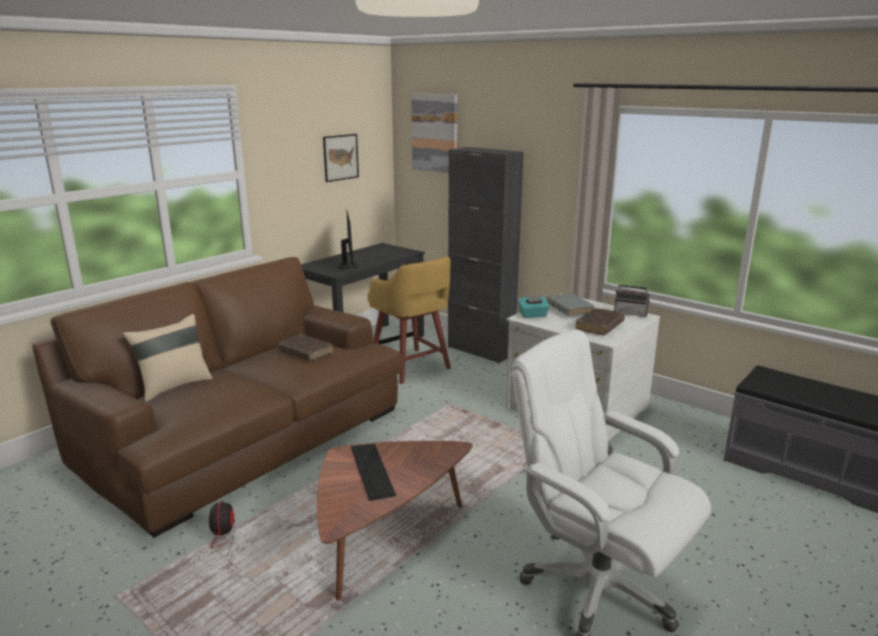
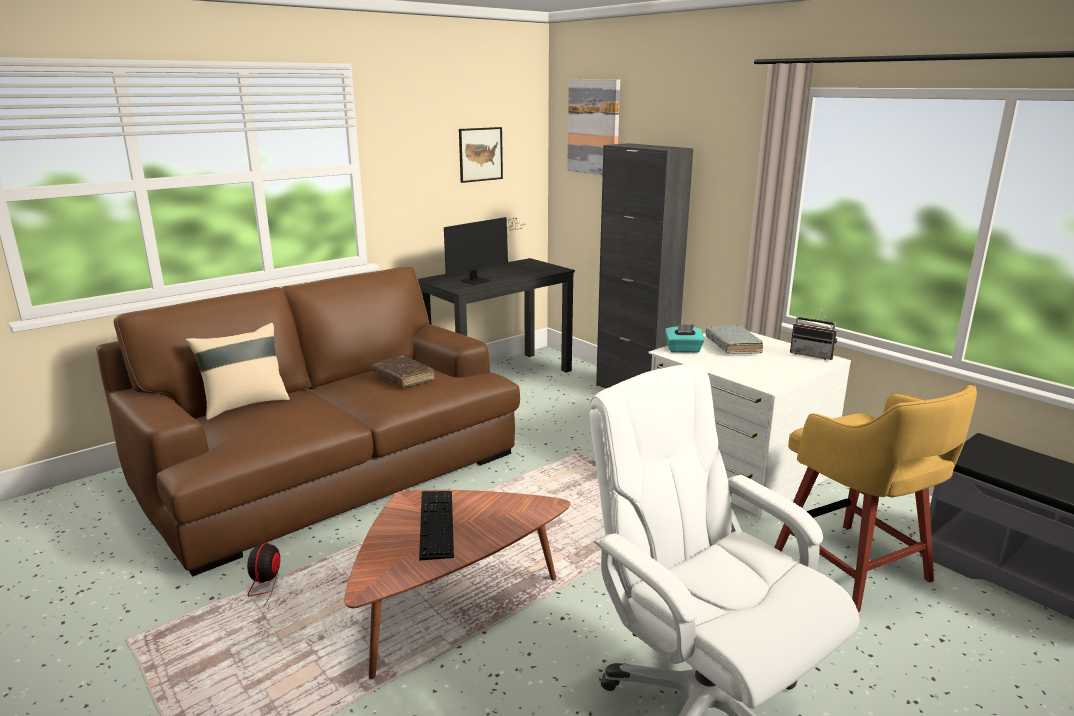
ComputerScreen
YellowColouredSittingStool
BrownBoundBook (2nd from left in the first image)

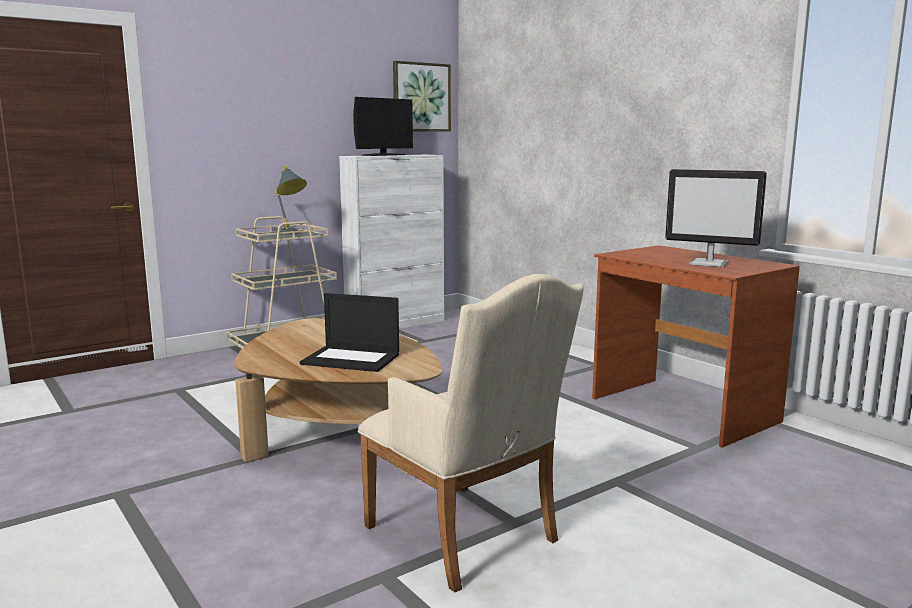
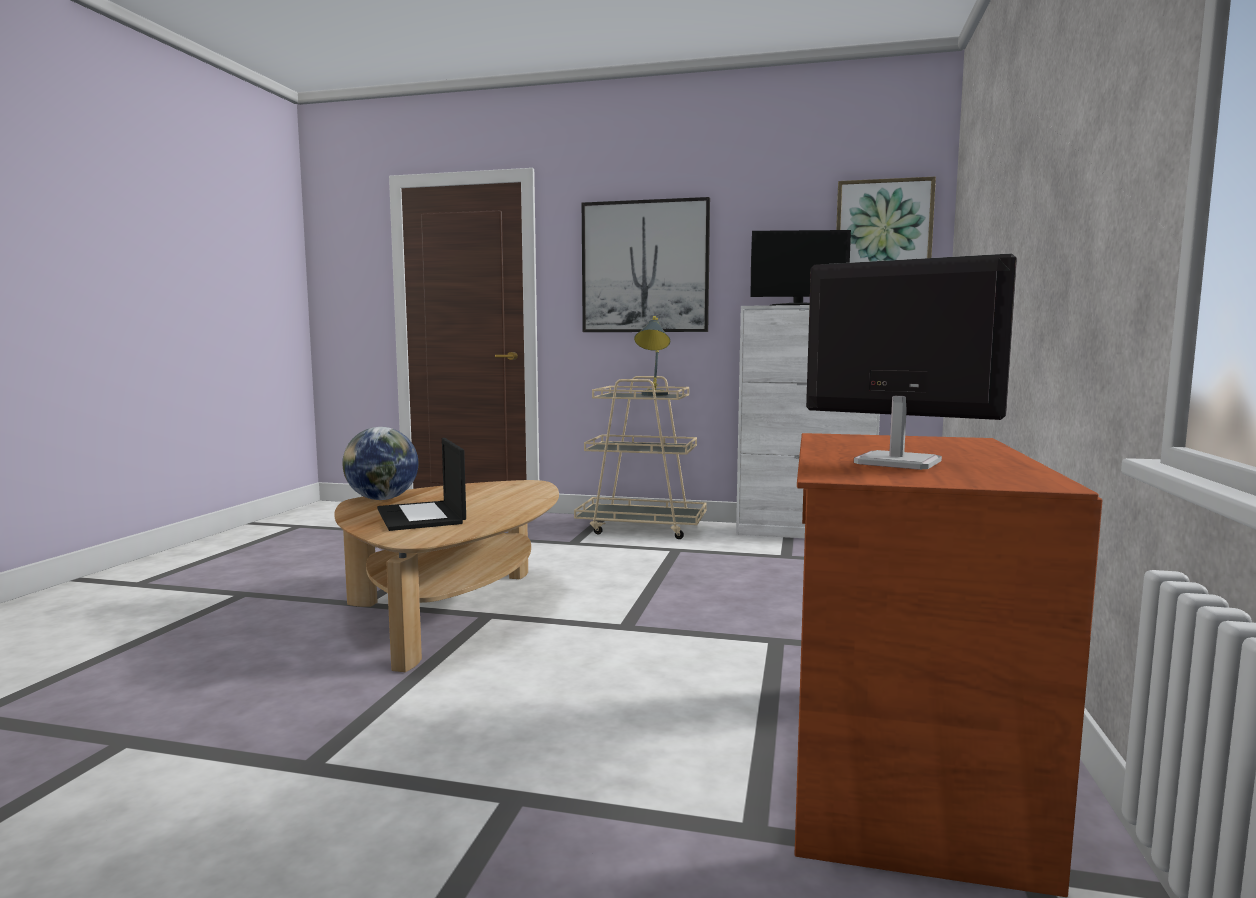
ComputerScreen (2nd from left)
SandColouredArmchair
WallPicture (1st from left)
Globe

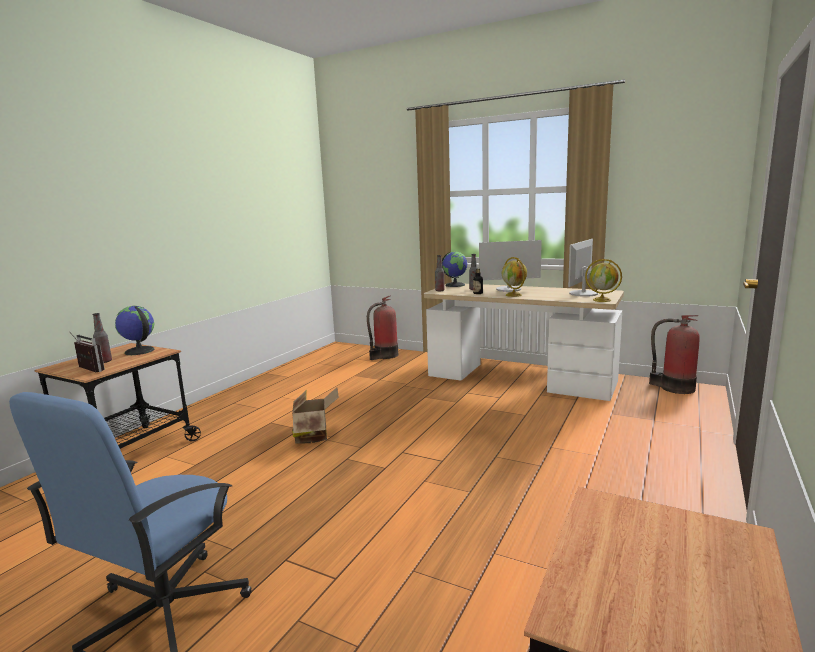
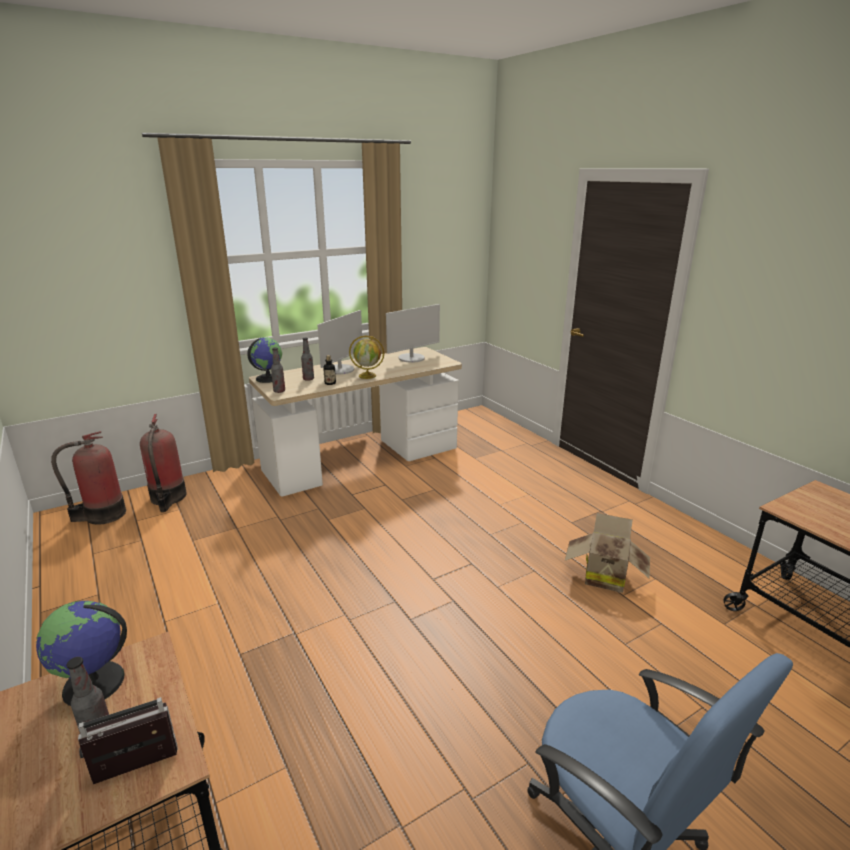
ComputerScreen (2nd from left)
Globe (4th from left in the first image)
FireExtinguisher (1st from left)
CardboardBox

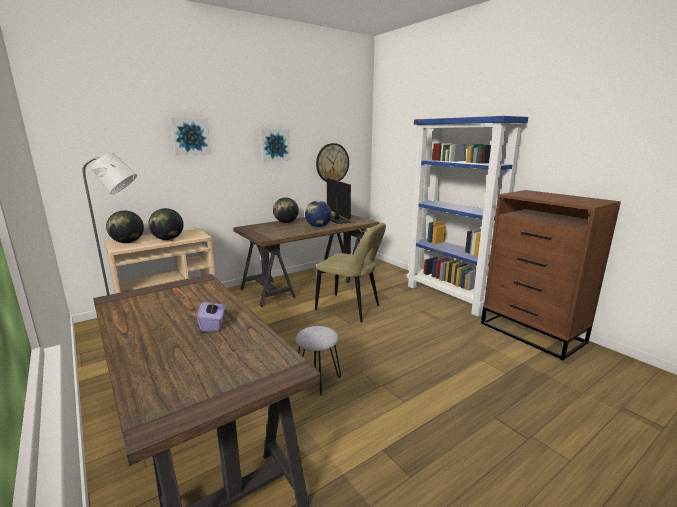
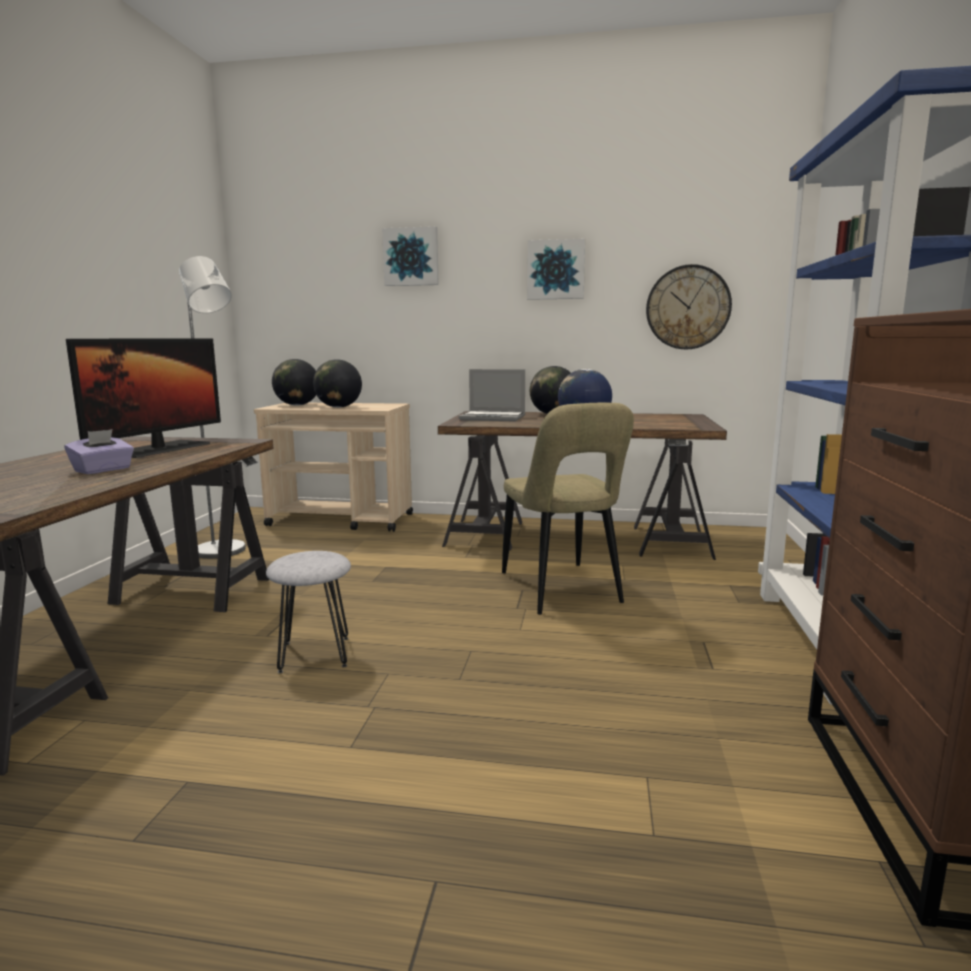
ComputerScreen
PortableComputer

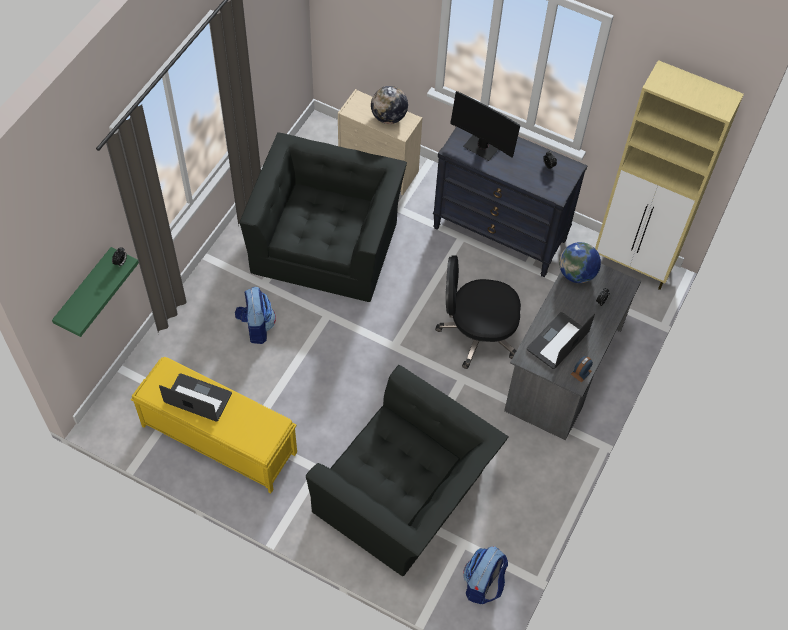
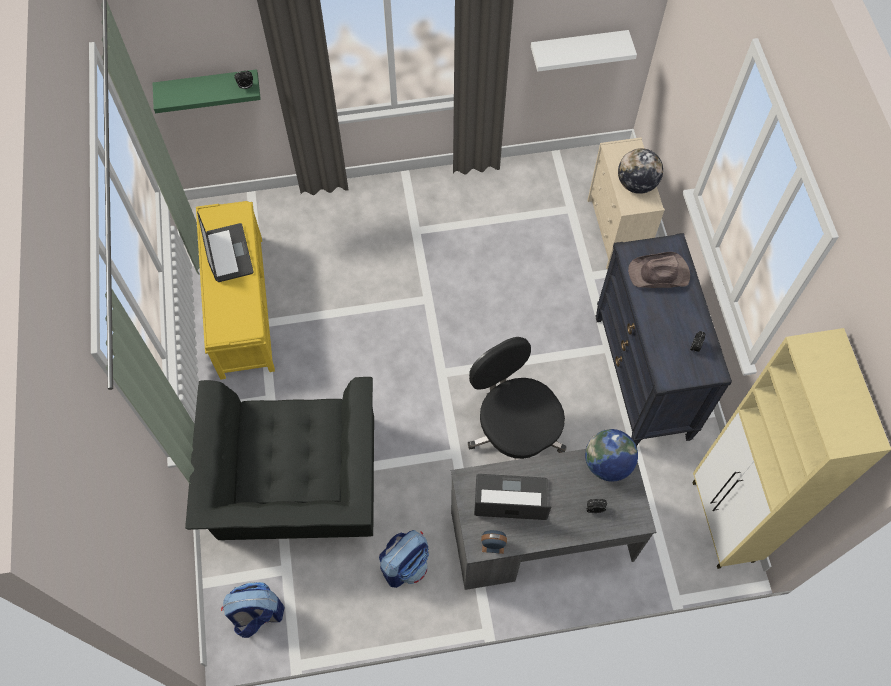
BrownWearableHat
BlackishArmchair (1st from left in the first image)
Backpack (2nd from left)
WhitishWallShelf

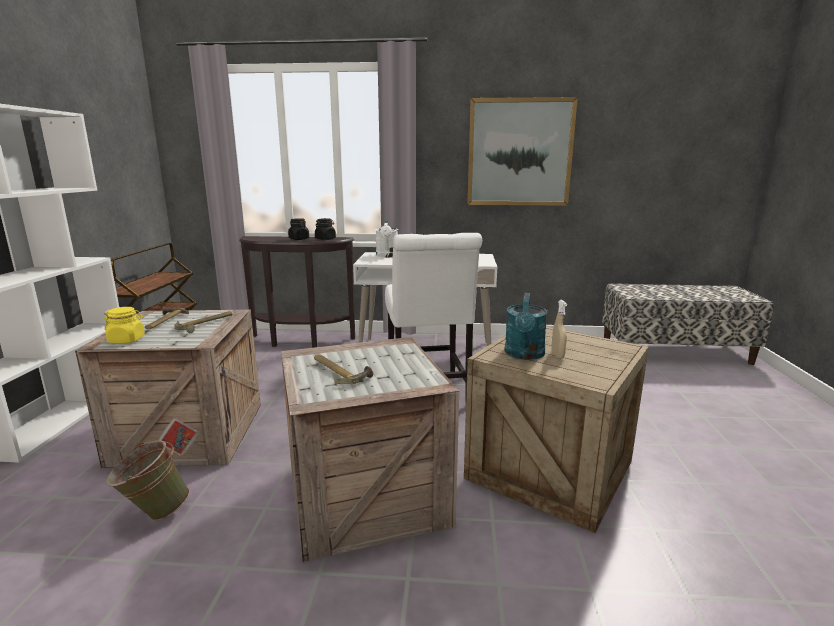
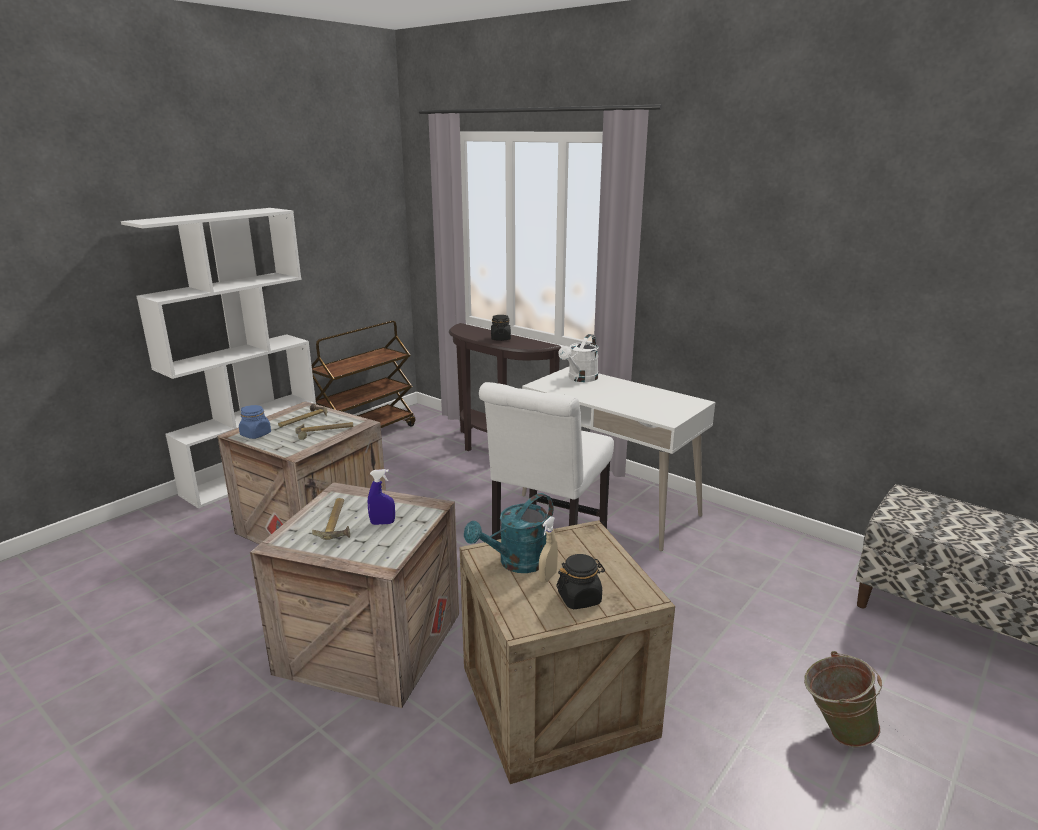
WallPicture
BlackishStorageJar (2nd from left)
BluishStorageJar
GreenColouredPail
BluishHandSprayer

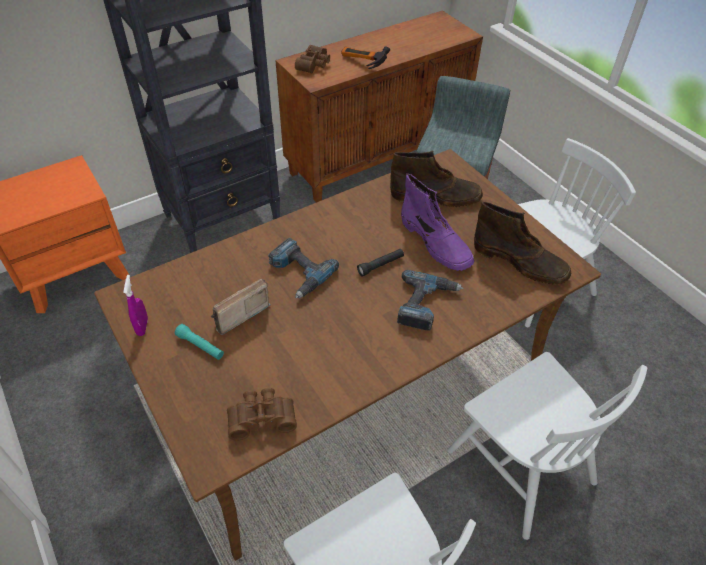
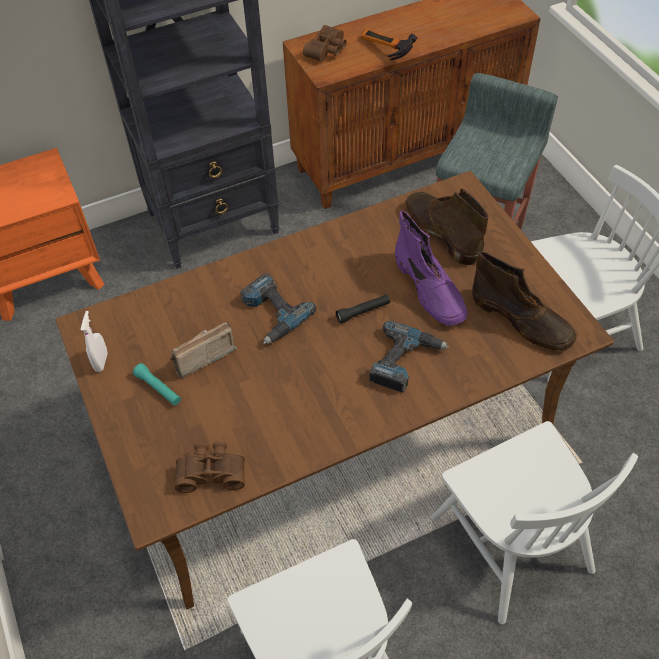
BrownBoot (1st from left)
WhitishHandSprayer

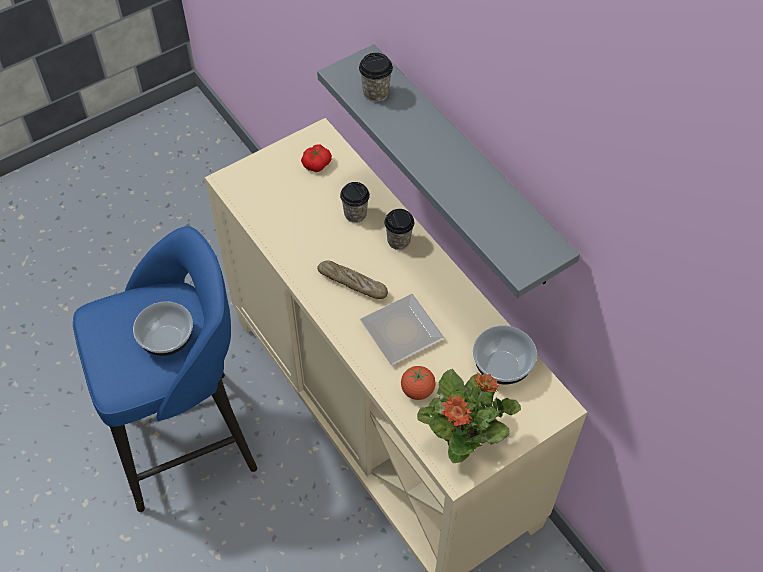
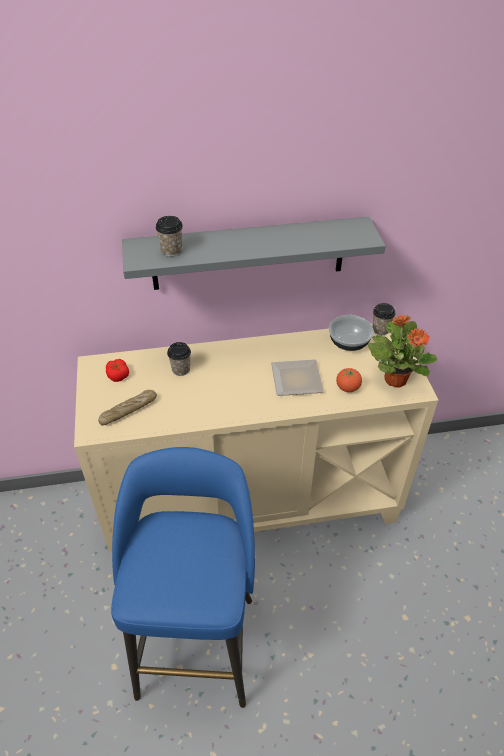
SmallCup (3rd from left)
BakeryBread
ServingBowl (1st from left in the first image)

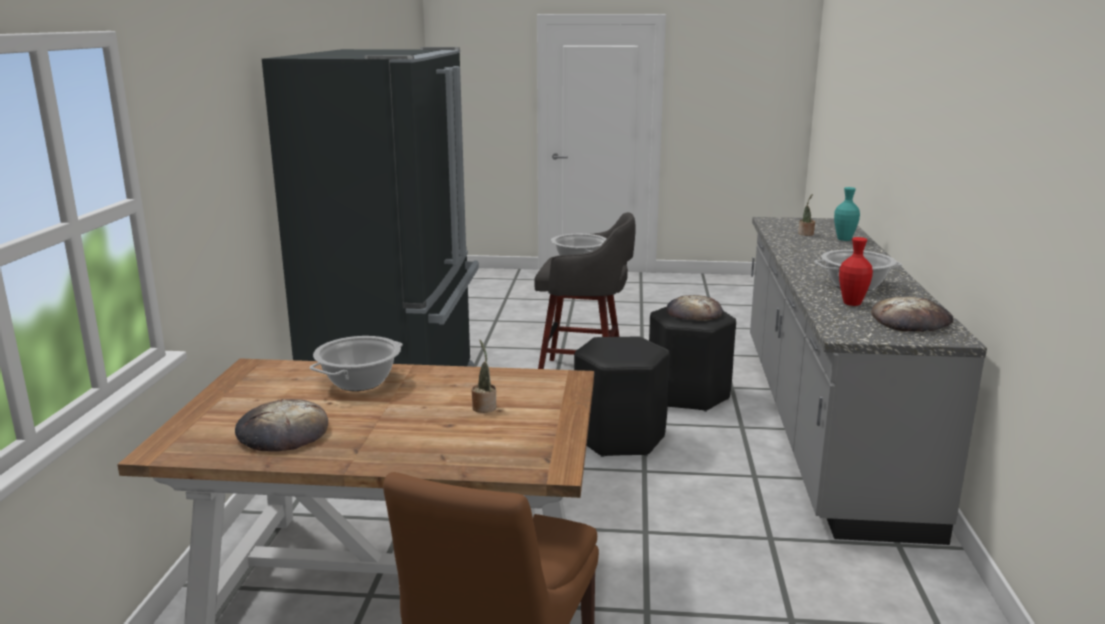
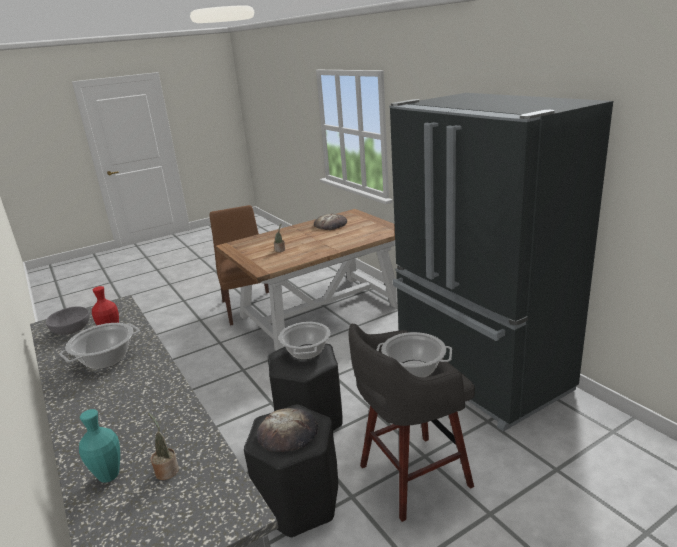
GreyishServingBowl
CookingPot (2nd from left)

